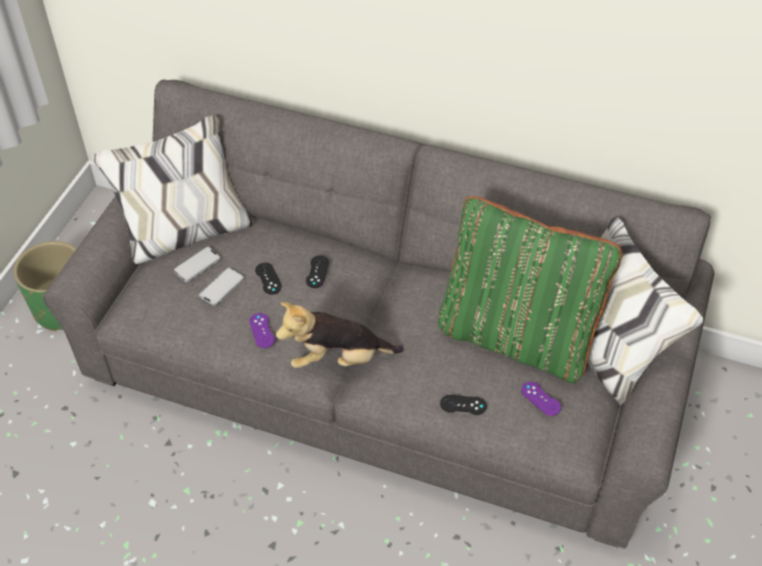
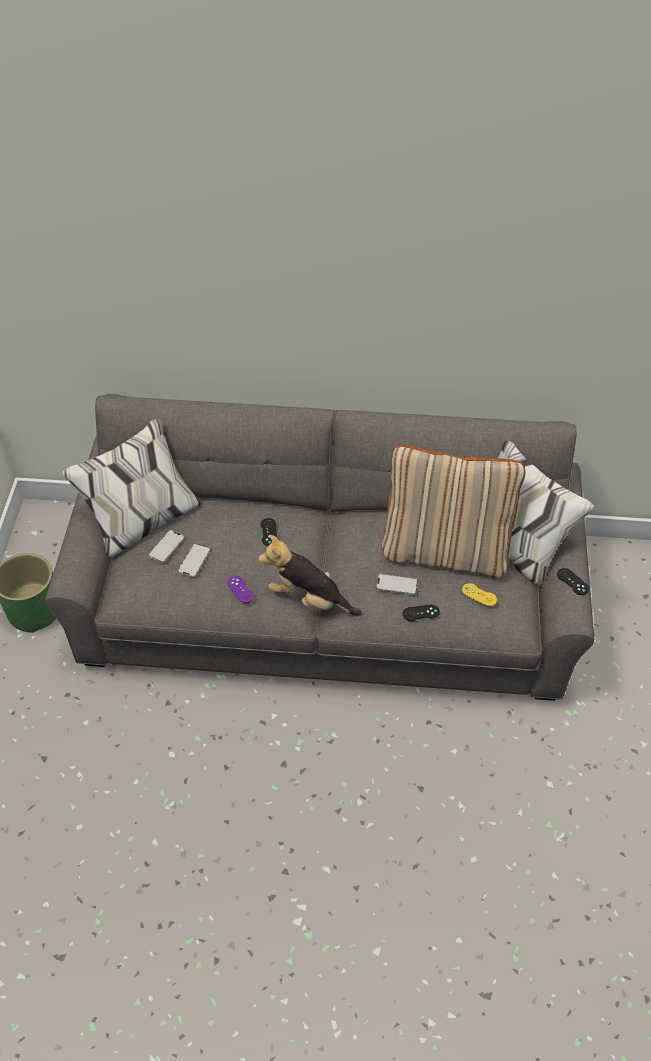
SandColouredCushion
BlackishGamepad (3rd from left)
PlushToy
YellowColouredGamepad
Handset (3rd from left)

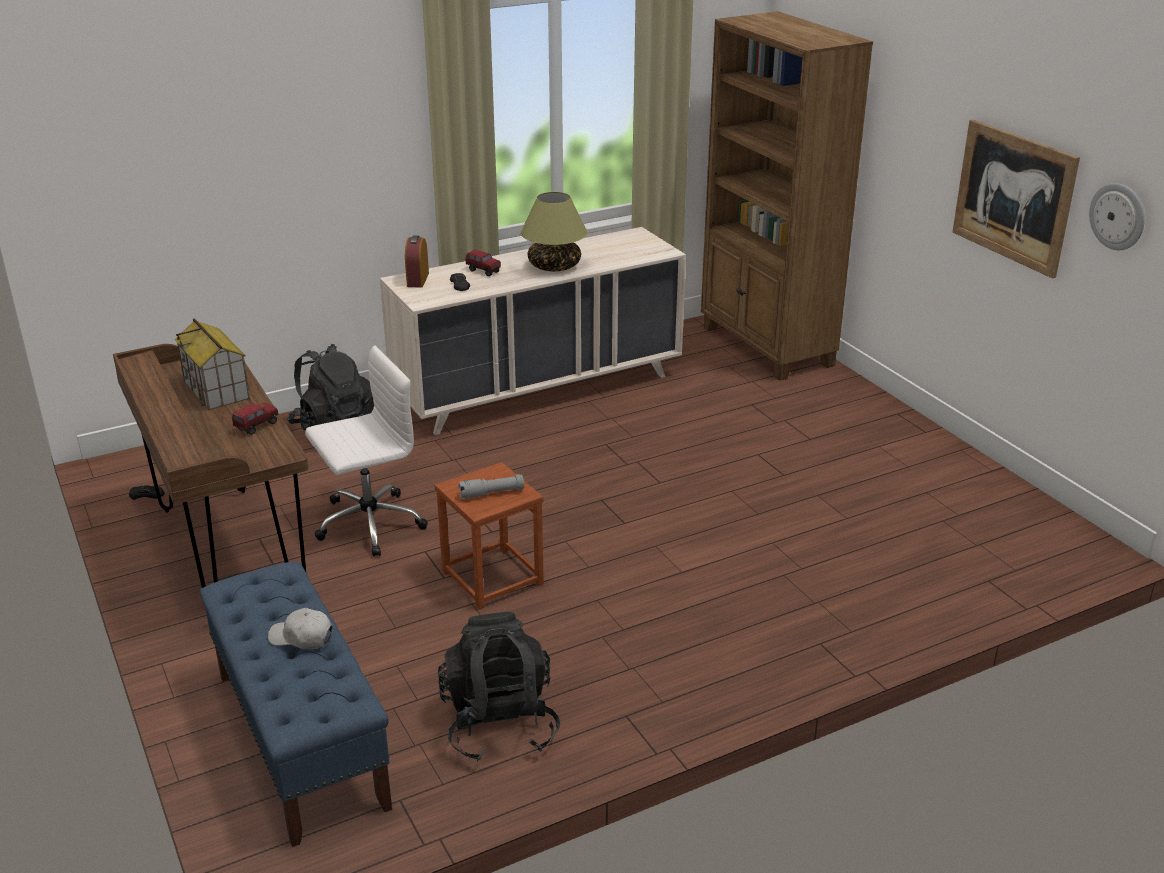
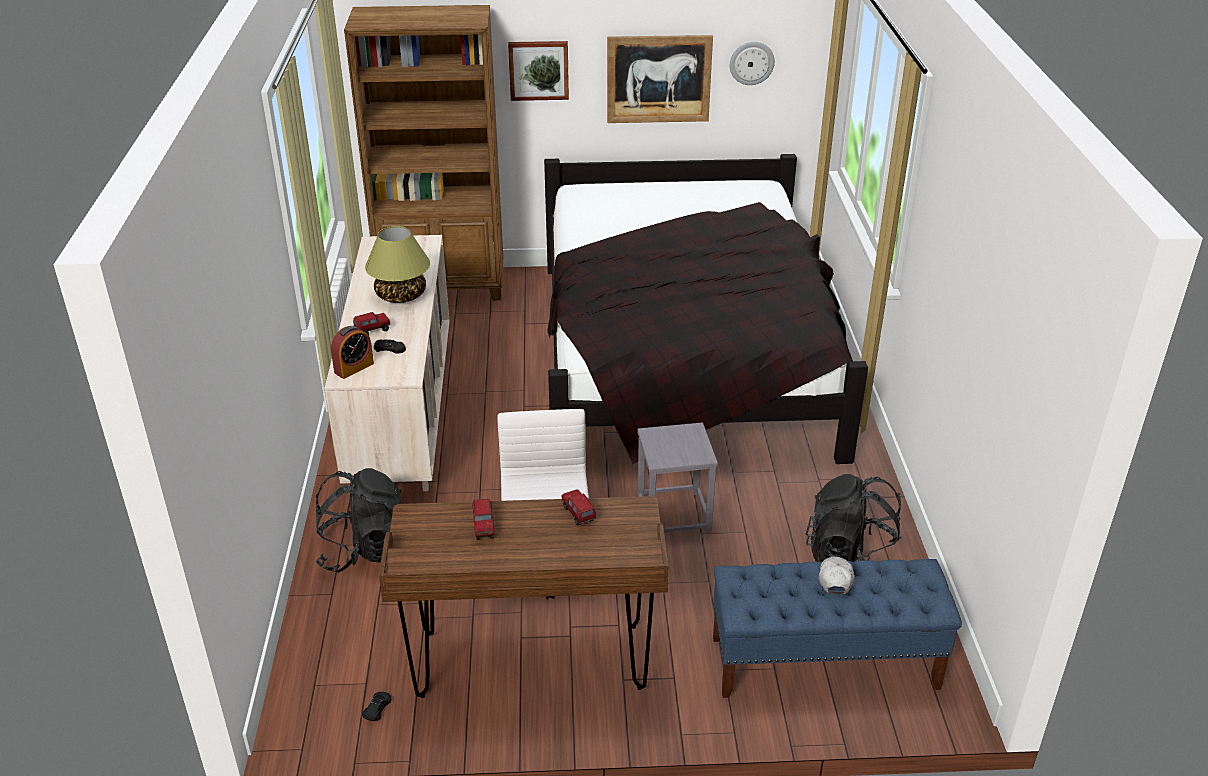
AlarmClock
ModelTruck (2nd from left)
GreyishSittingStool
GreyishHandTorch
WhitishBaseballCap
WallPicture (1st from left)
BlackishBedroomBed

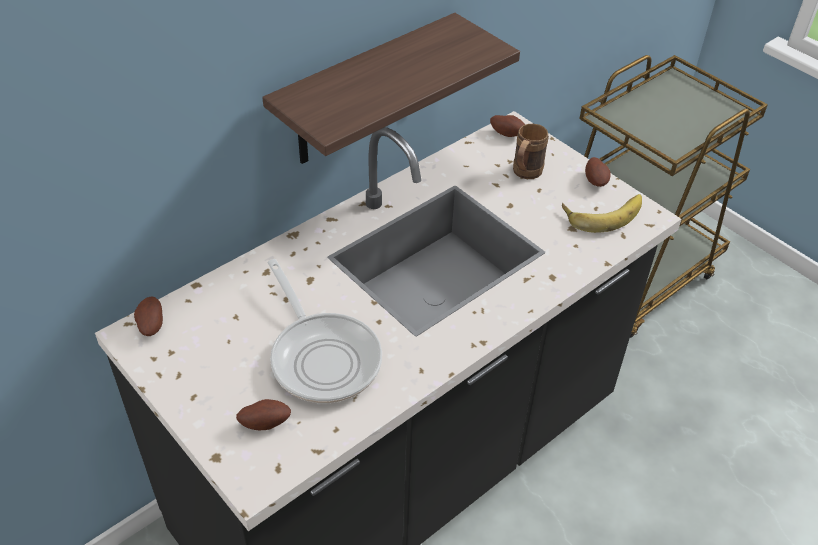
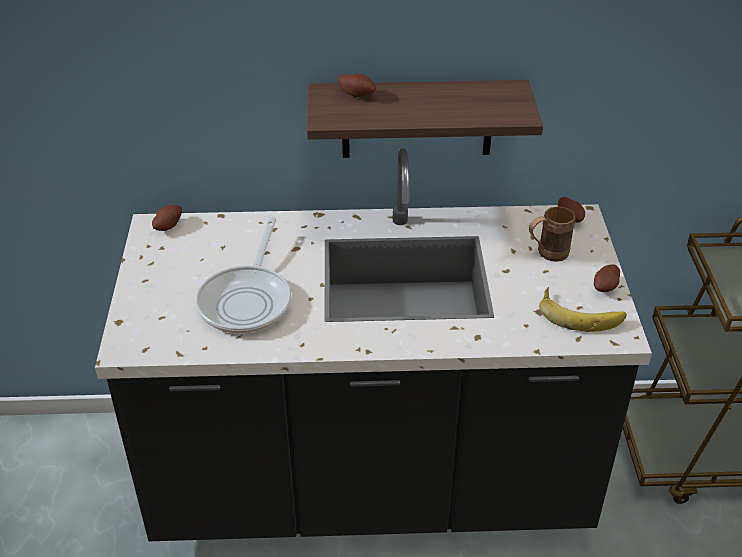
Potato (2nd from left)

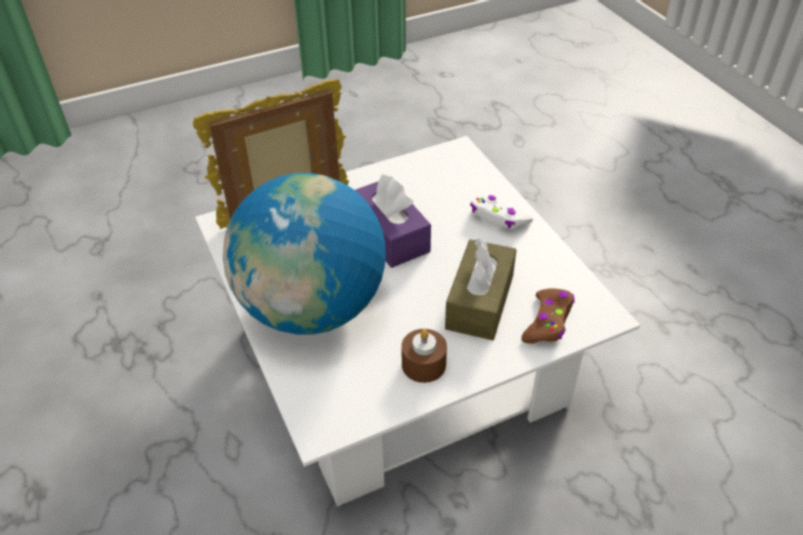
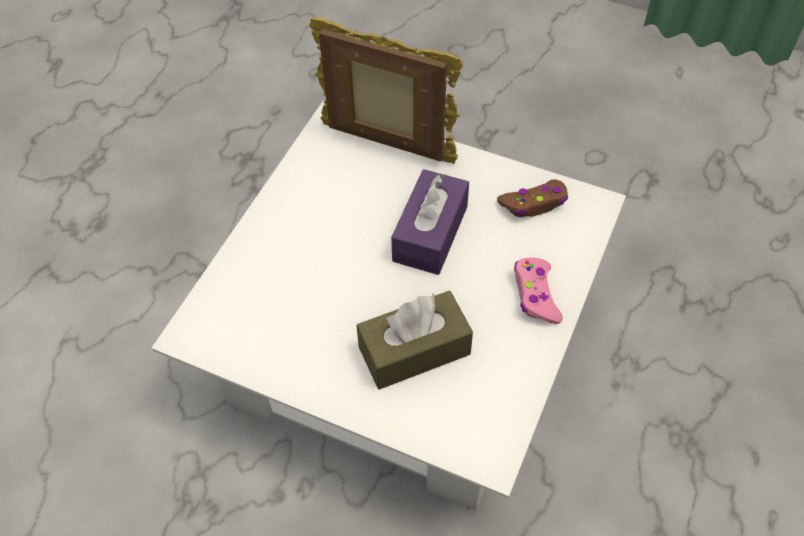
Globe
PinkColouredGamepad
BrownGamepad
BrownCandle

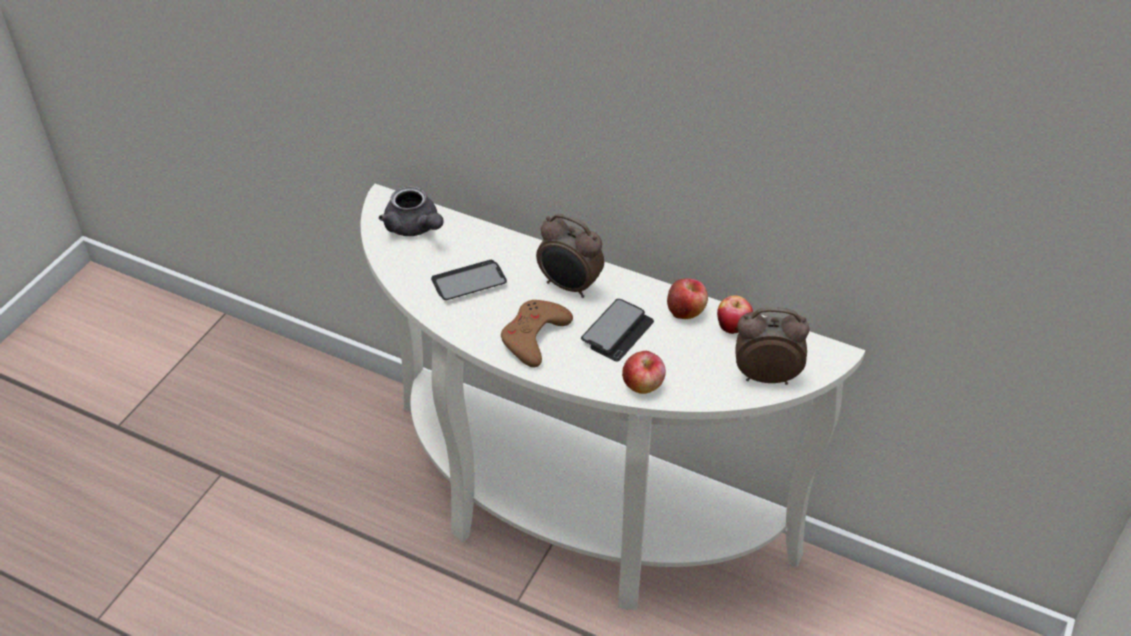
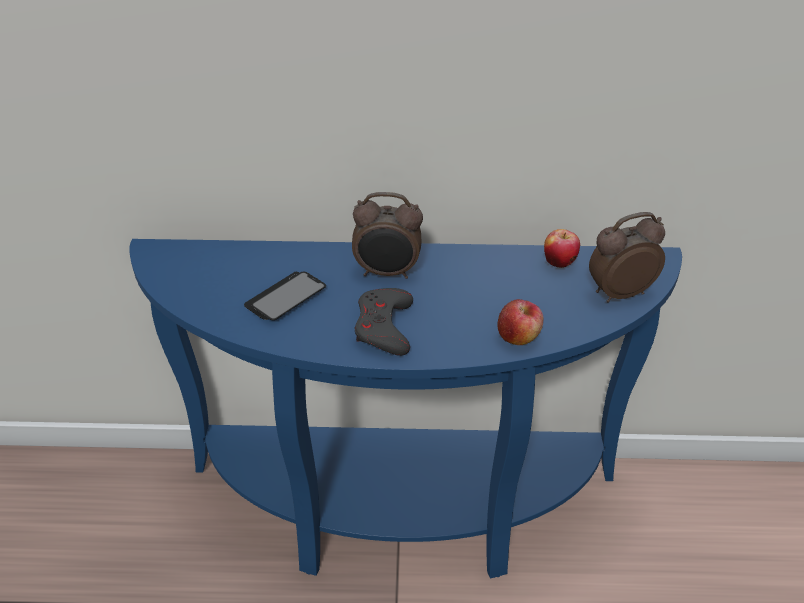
BluishConsoleTable
GreyishTeapot
WholeApple (2nd from left in the first image)
Handset (2nd from left in the first image)
GreyishGamepad

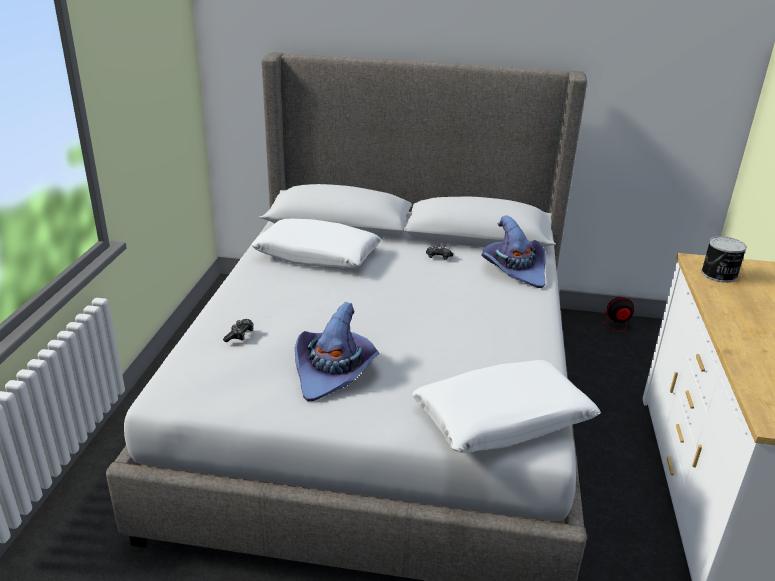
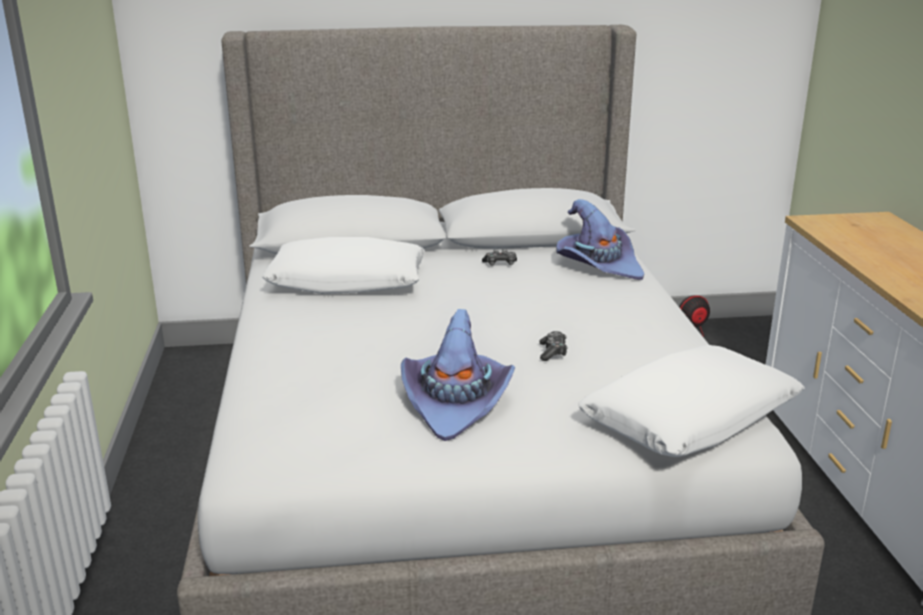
Can
Gamepad (2nd from left)

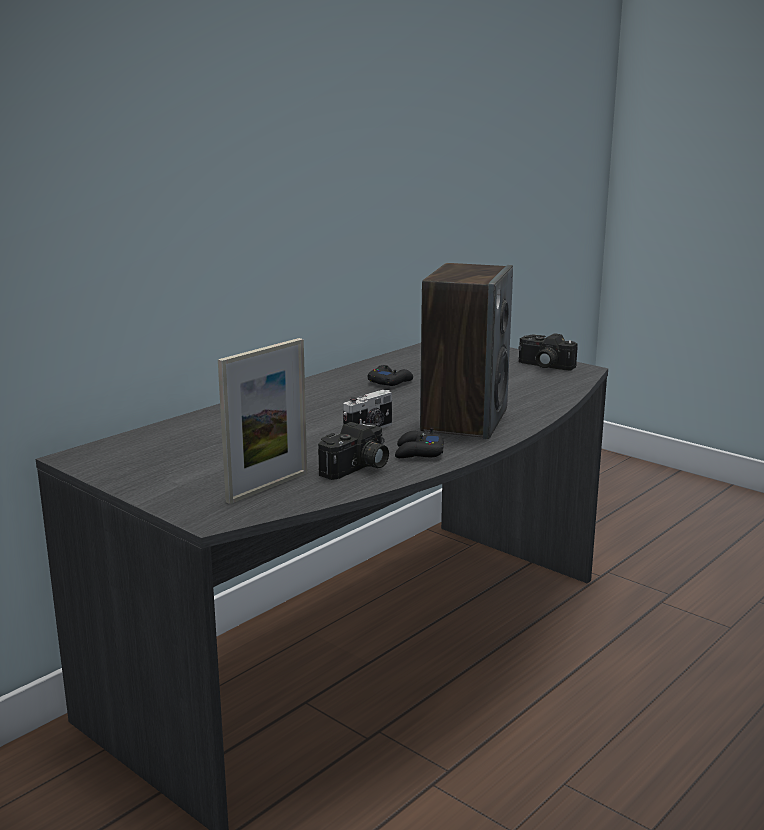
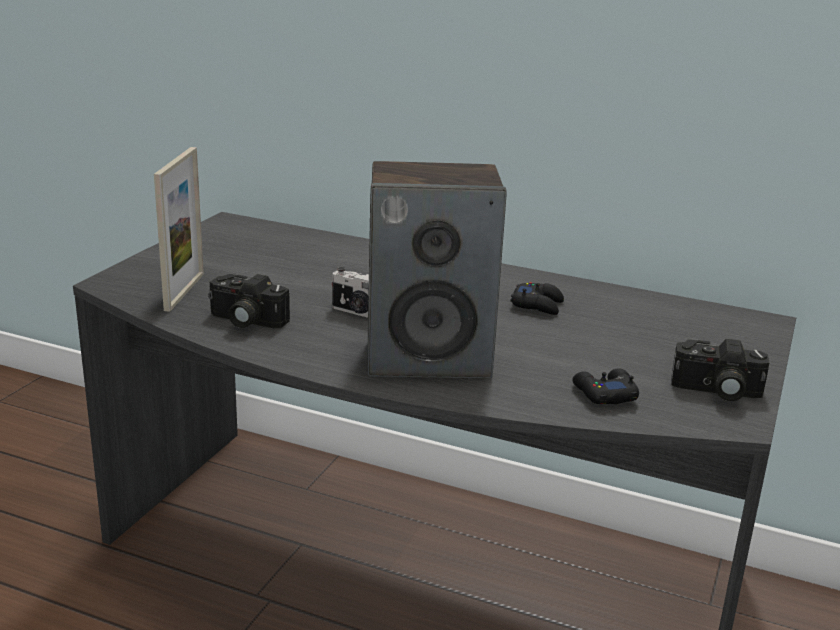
StillCamera (3rd from left)
PhotoFrame
BlackishGamepad (2nd from left)

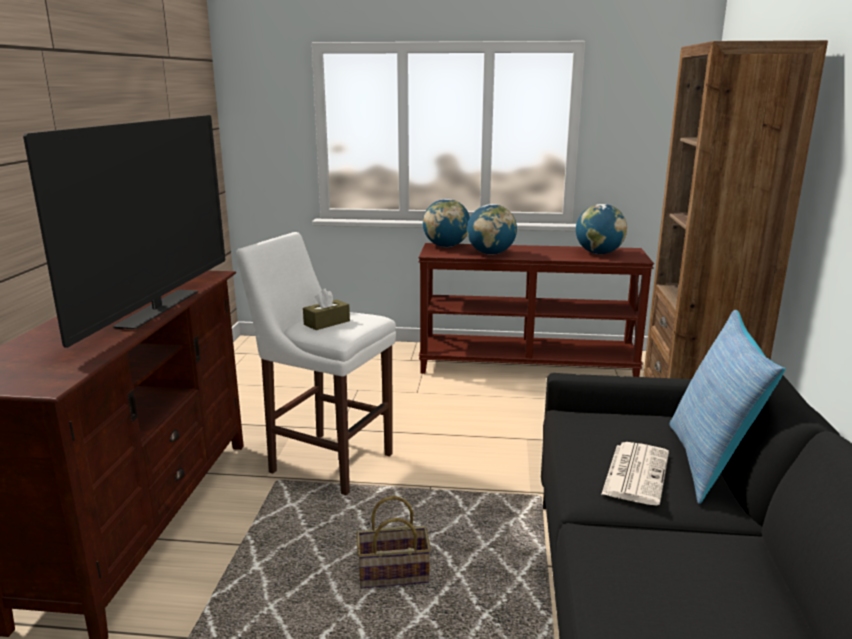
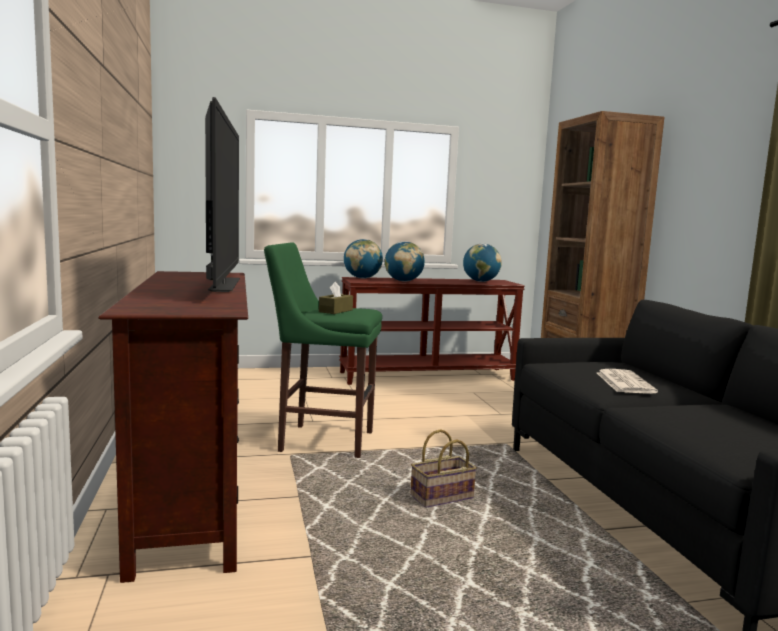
GreenColouredSittingStool
Cushion

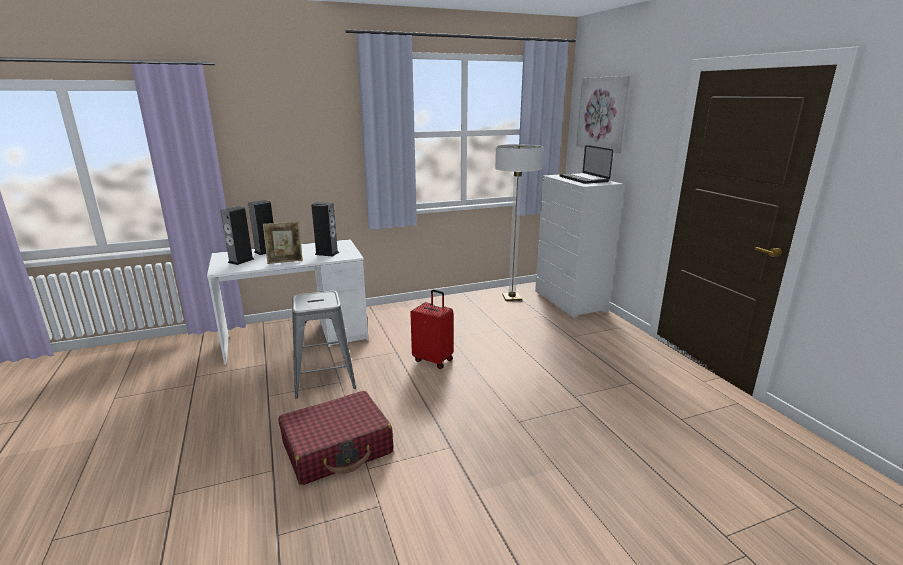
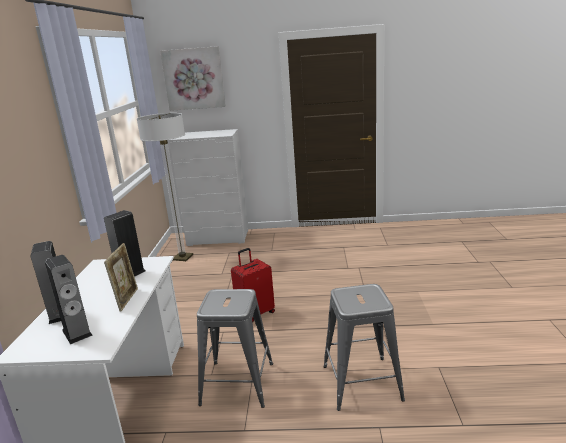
PortableComputer
GreyishSittingStool (2nd from left)

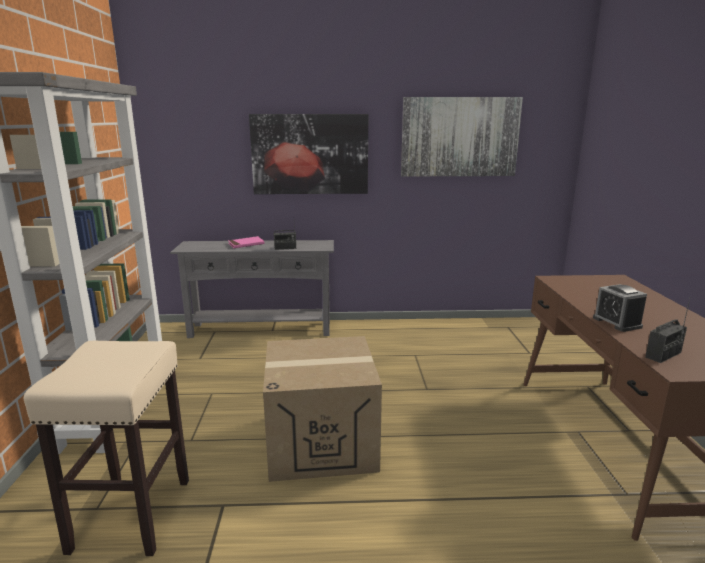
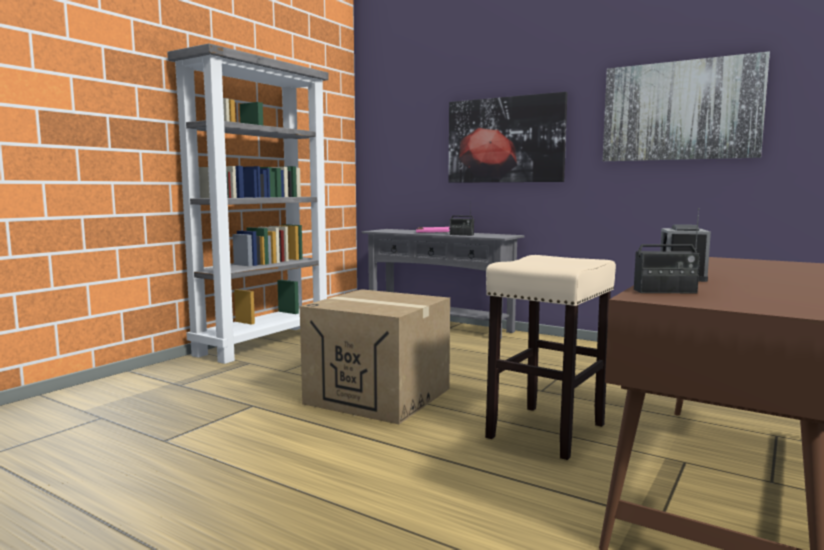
SandColouredSittingStool

